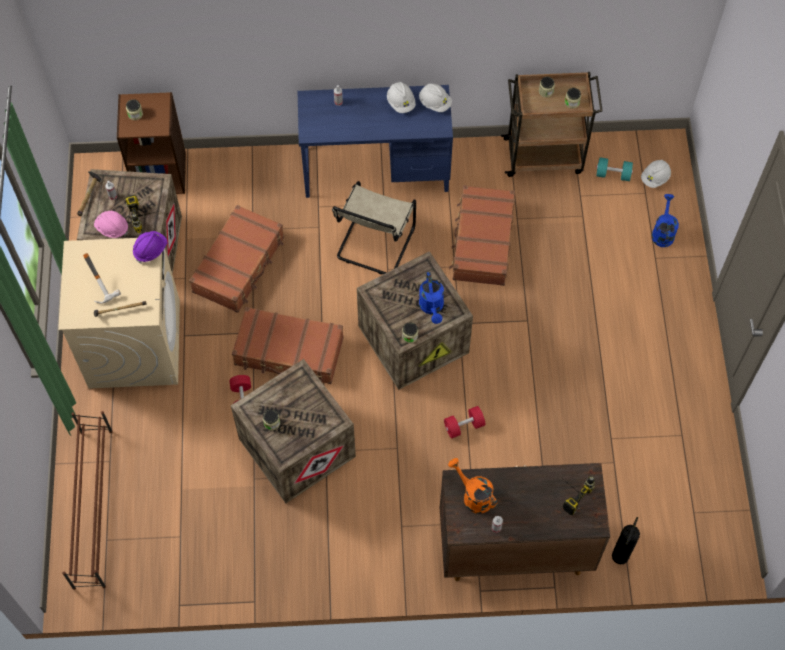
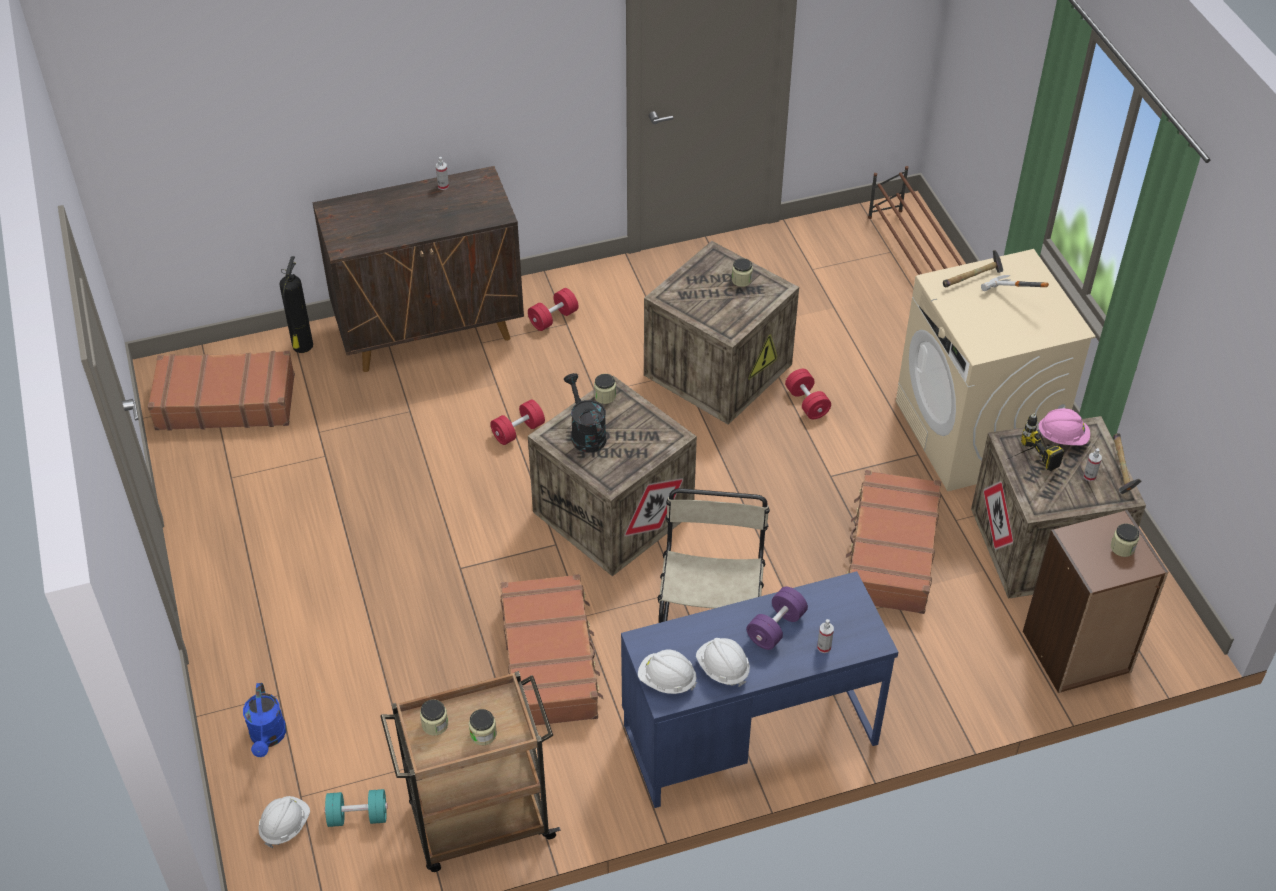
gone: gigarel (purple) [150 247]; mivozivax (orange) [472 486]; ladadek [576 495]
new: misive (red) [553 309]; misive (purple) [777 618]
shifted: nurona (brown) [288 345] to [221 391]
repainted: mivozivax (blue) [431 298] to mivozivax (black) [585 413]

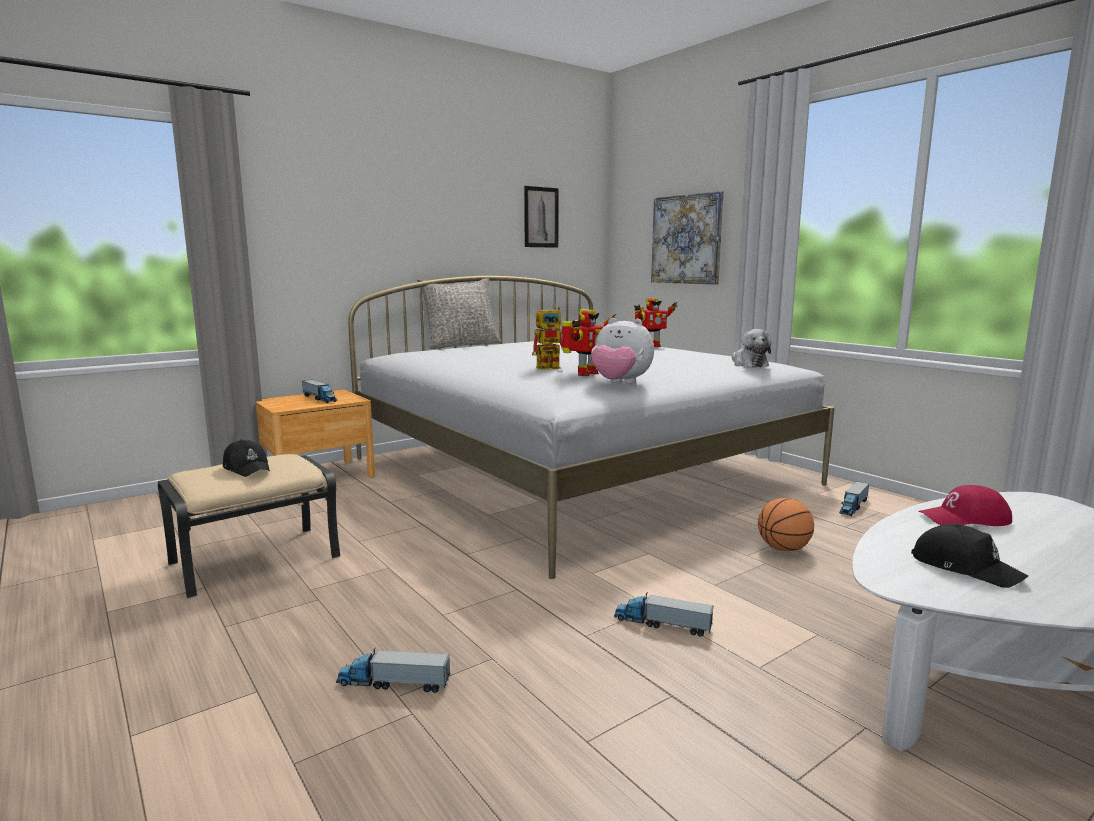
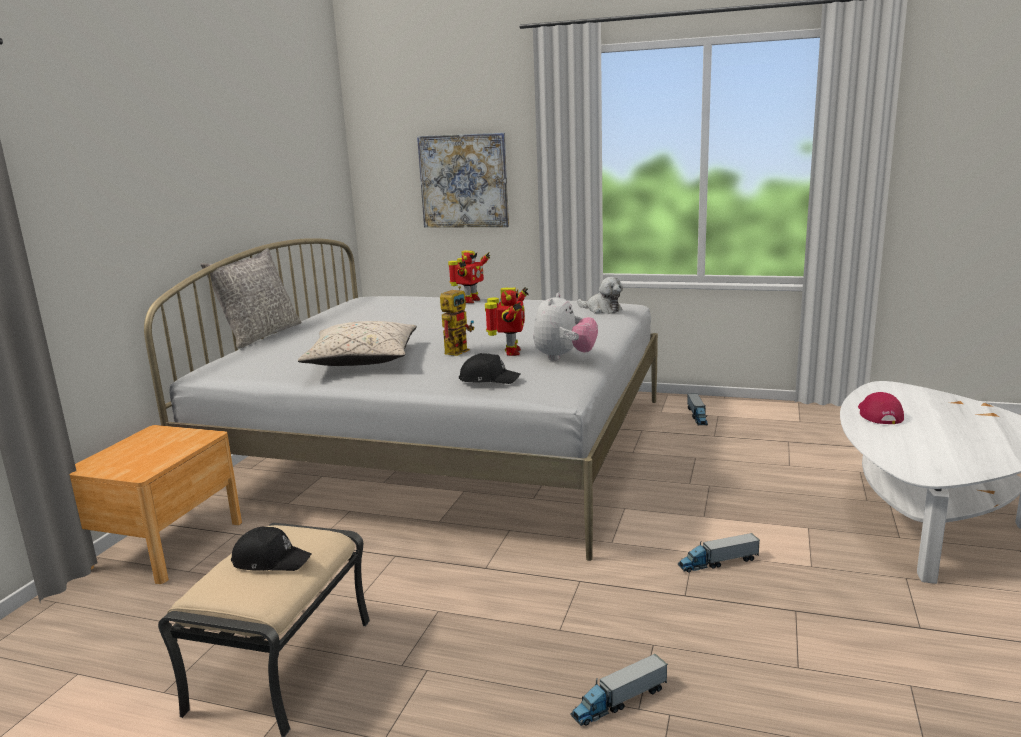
gone: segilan [541 217]; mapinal [319 391]; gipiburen [786 524]
new: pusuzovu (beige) [357 343]
shifted: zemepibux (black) [970 556] to [490 368]
rotated: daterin [622 351] = [565 327] 60 degrees counterclockwise; zemepibux (red) [965 505] = [881 408] 135 degrees clockwise

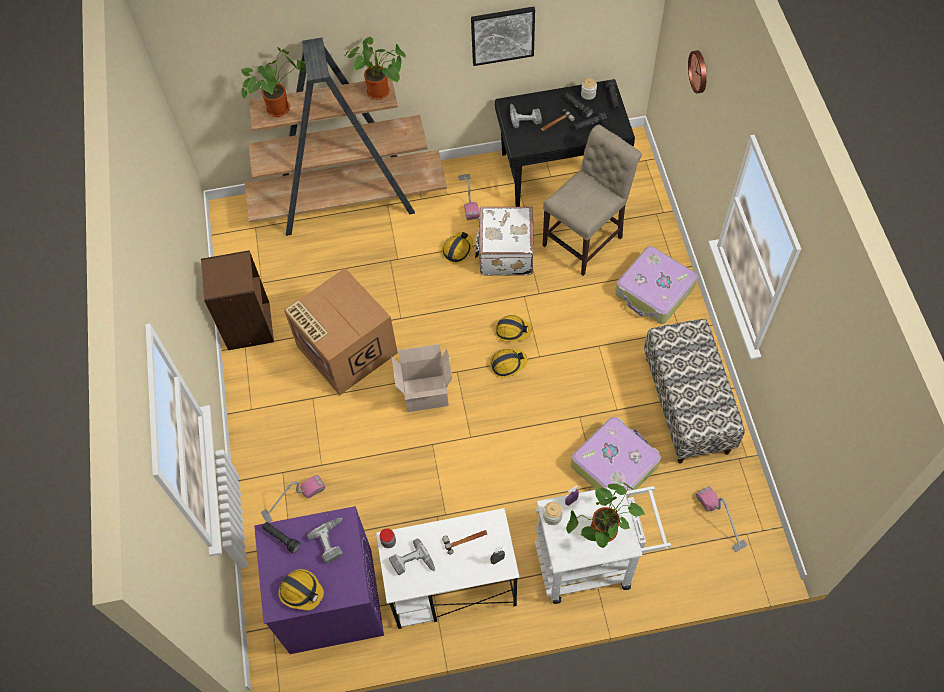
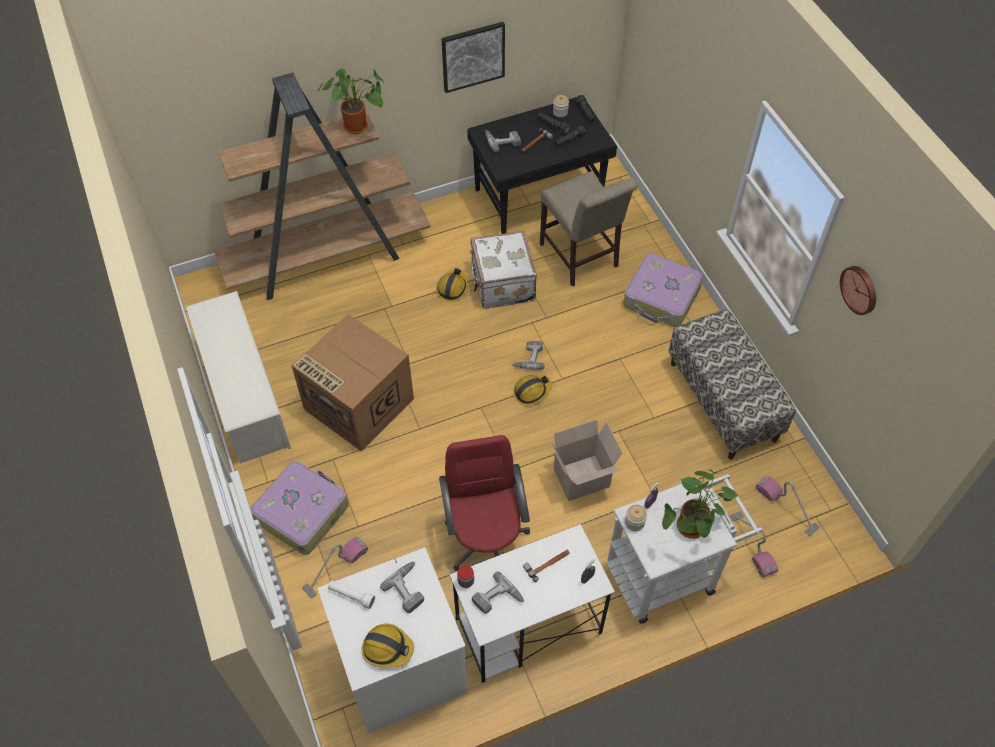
gone: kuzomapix [273 82]
new: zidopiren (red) [484 503]
shifted: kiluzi [697 72] to [858 290]; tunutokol [469 197] to [753 544]; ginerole [422 378] to [586 460]; nurona [616 457] to [300 508]
swapped: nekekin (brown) [237 300] to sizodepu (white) [238 377]; gigarel [513 328] to ladadek [528 355]
repainted: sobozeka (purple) [319 580] to sobozeka (white) [393 640]; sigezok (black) [281 537] to sigezok (white) [351 595]
rotated: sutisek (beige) [592 200] = [589 228] 120 degrees clockwise

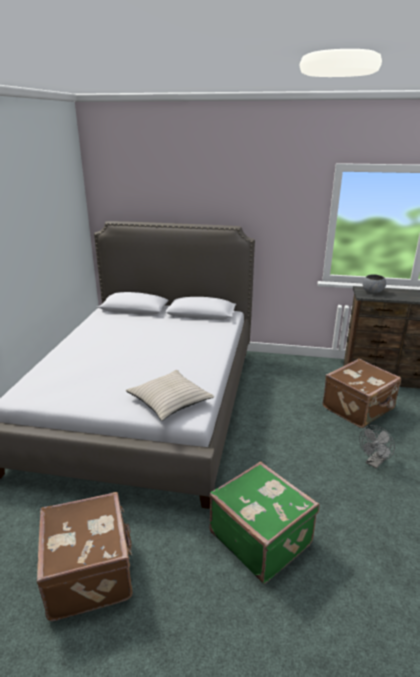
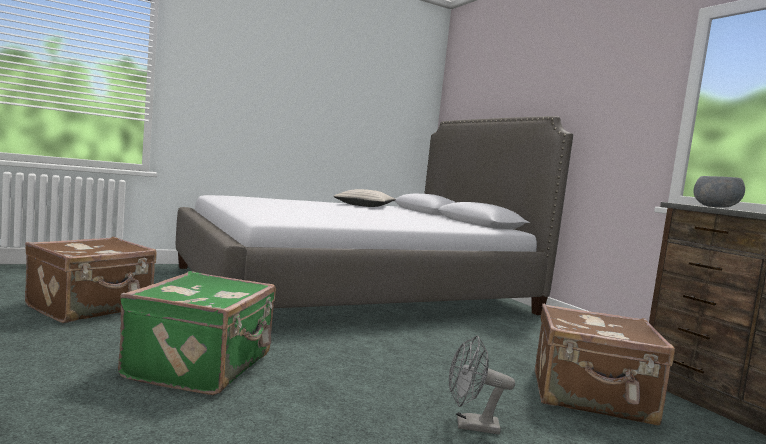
shifted: pusuzovu (beige) [170 395] to [364 198]

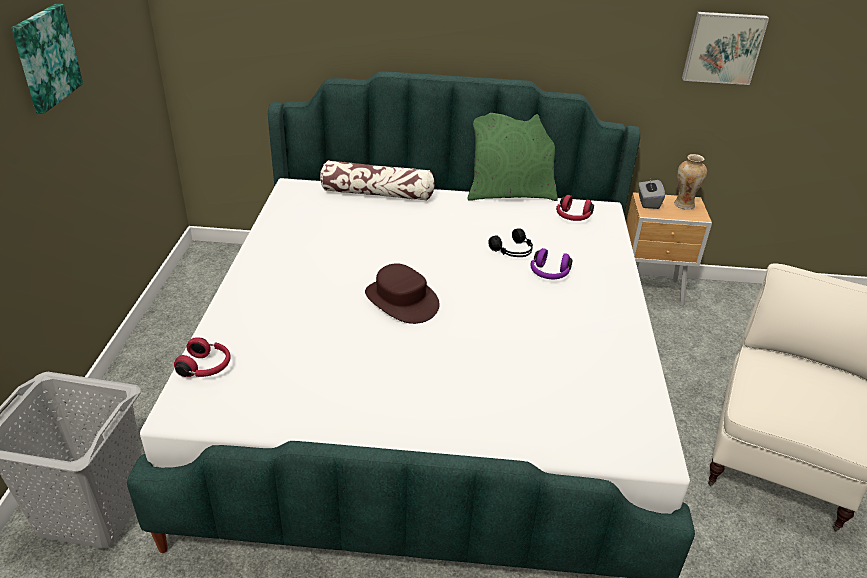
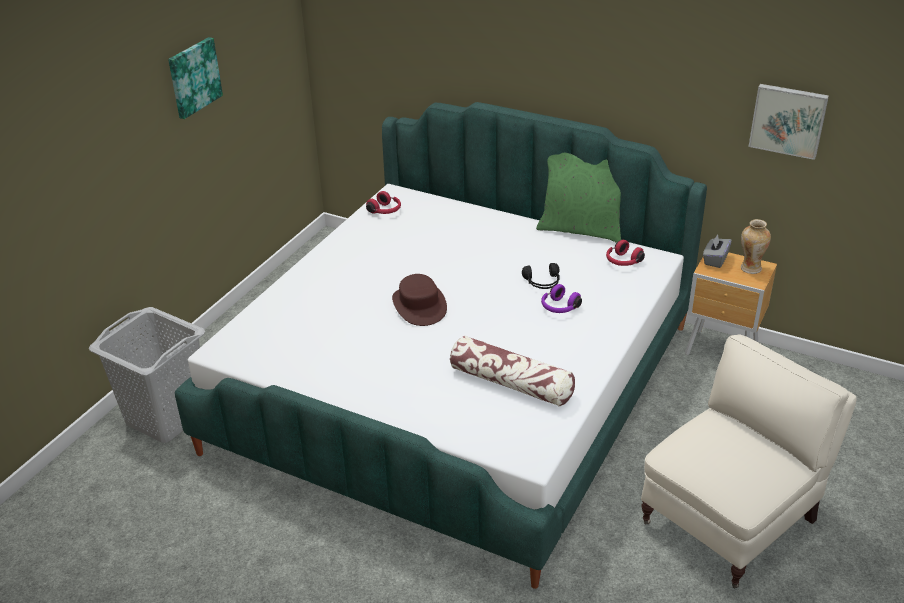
shifted: pusuzovu [377 180] to [512 371]; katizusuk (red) [202 357] to [383 202]

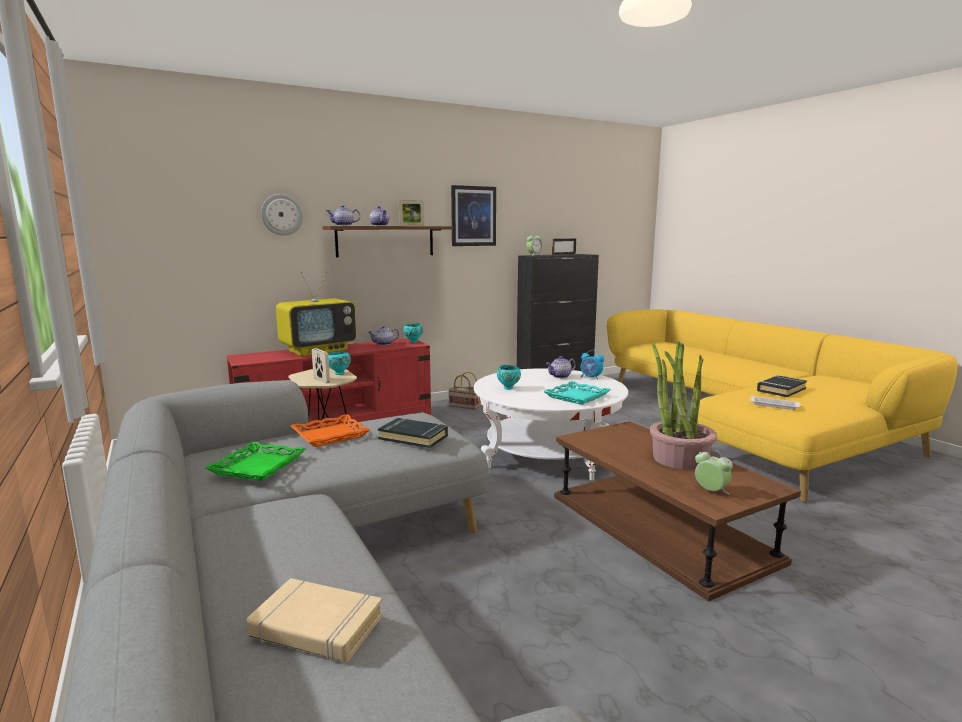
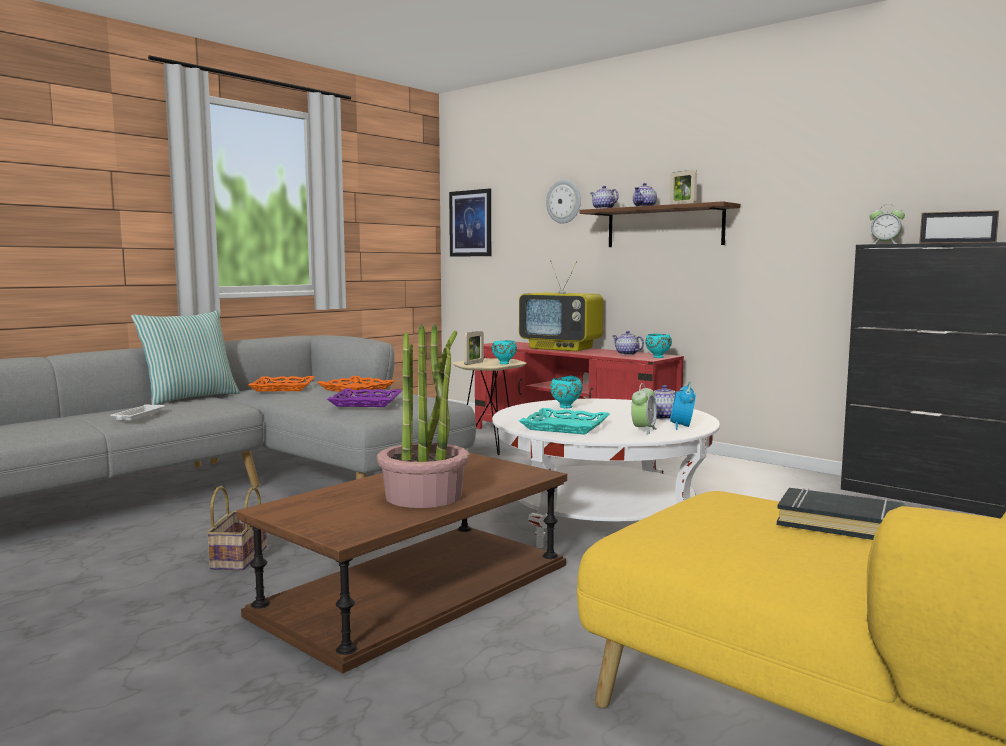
gone: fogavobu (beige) [315 620]
new: pusuzovu [185 357]
shifted: segilan [473 215] to [470 223]; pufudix [465 390] to [236 528]; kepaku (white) [776 403] to [137 412]; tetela [714 471] to [644 409]
swapped: fogavobu (black) [413 433] to kepaku (purple) [364 398]
repainted: kepaku (green) [255 461] to kepaku (orange) [281 384]

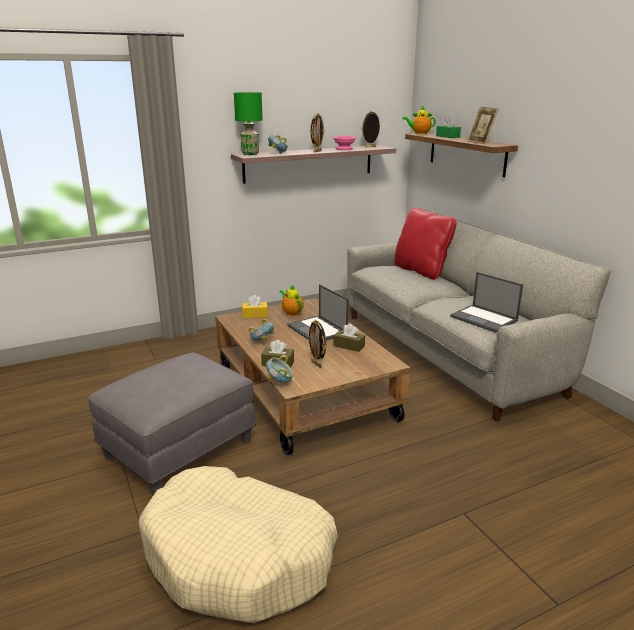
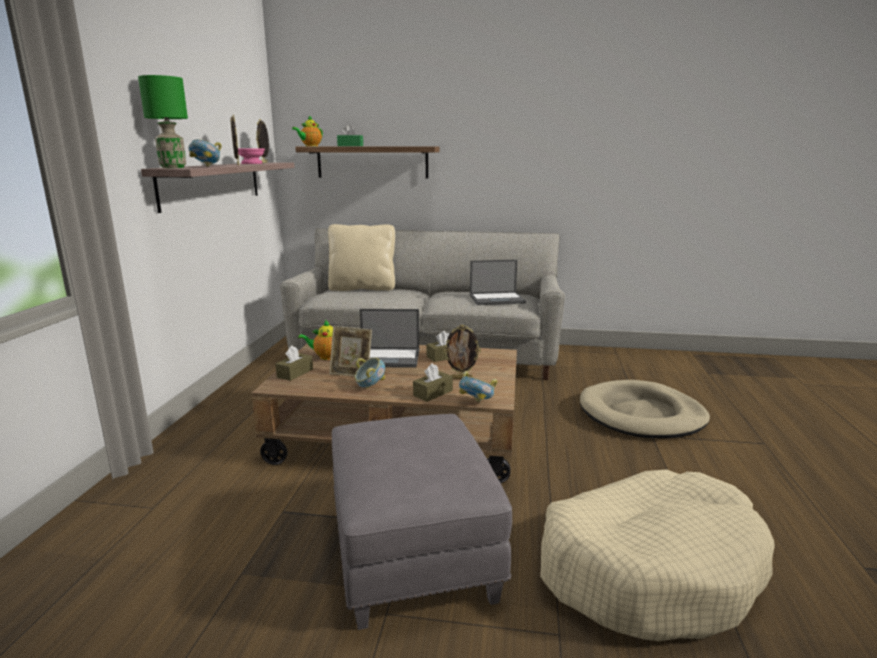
new: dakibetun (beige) [645 409]
shifted: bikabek [483 125] to [350 351]
repainted: pusuzovu (red) [425 244] to pusuzovu (beige) [361 257]; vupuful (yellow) [255 306] to vupuful (brown) [294 363]

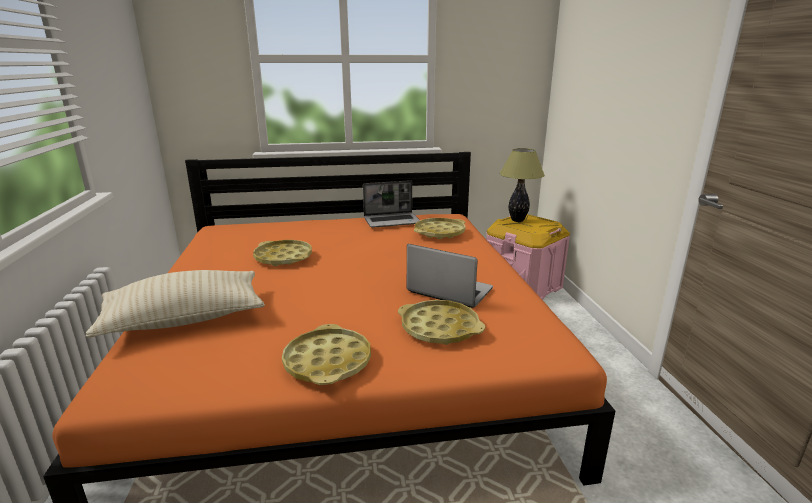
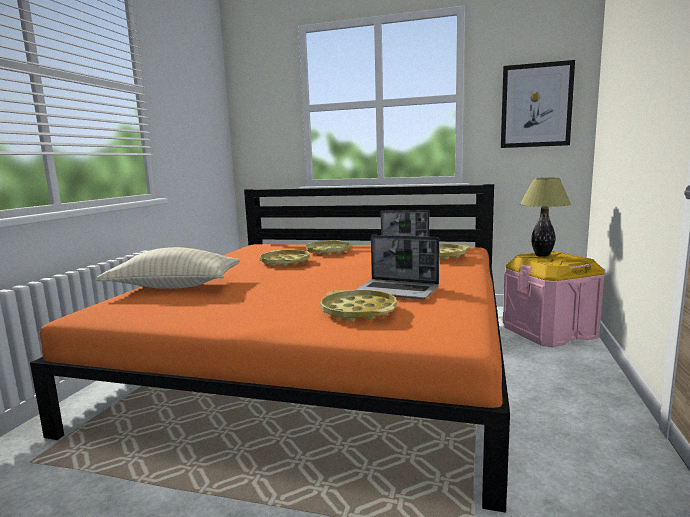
new: segilan [538 104]
shifted: kepaku (yellow) [326 354] to [328 247]
rotated: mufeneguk [450 276] = [397 267] 150 degrees clockwise

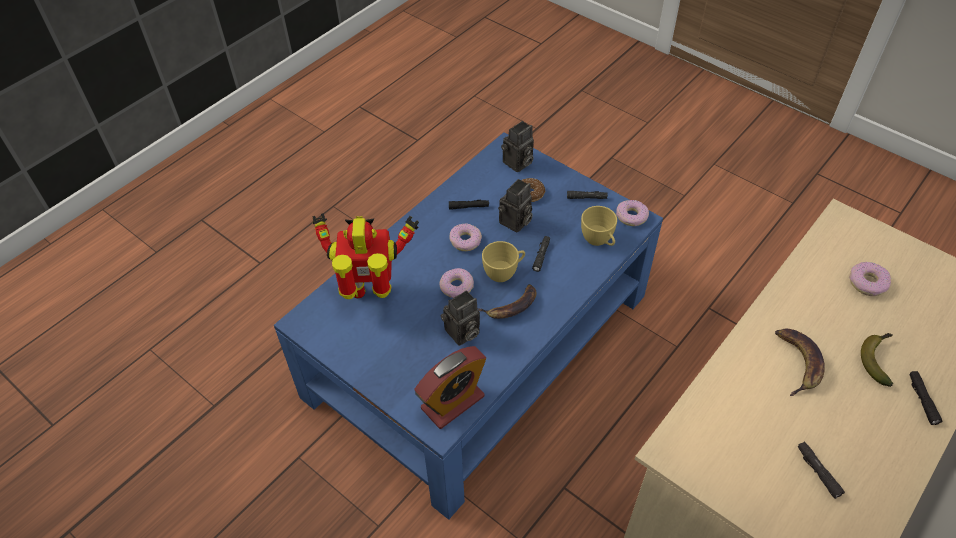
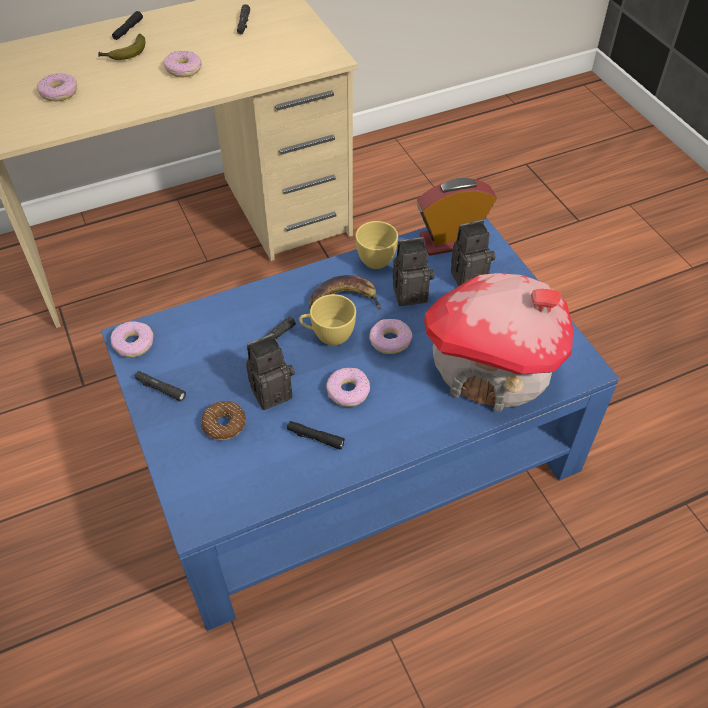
shifted: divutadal [517 146] to [473 253]; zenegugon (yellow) [599 226] to [377 245]
swapped: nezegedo [365 256] to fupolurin [498 342]; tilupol [800 362] to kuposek [183 64]

